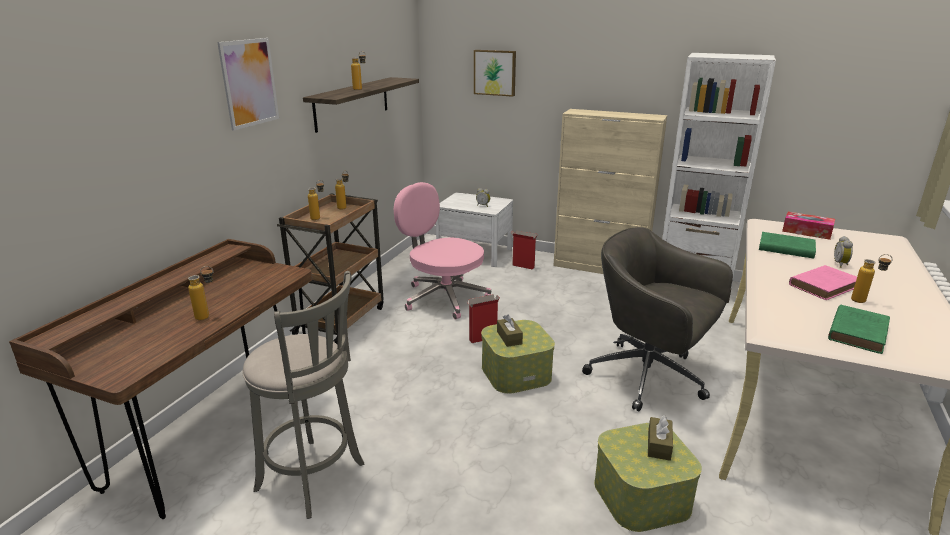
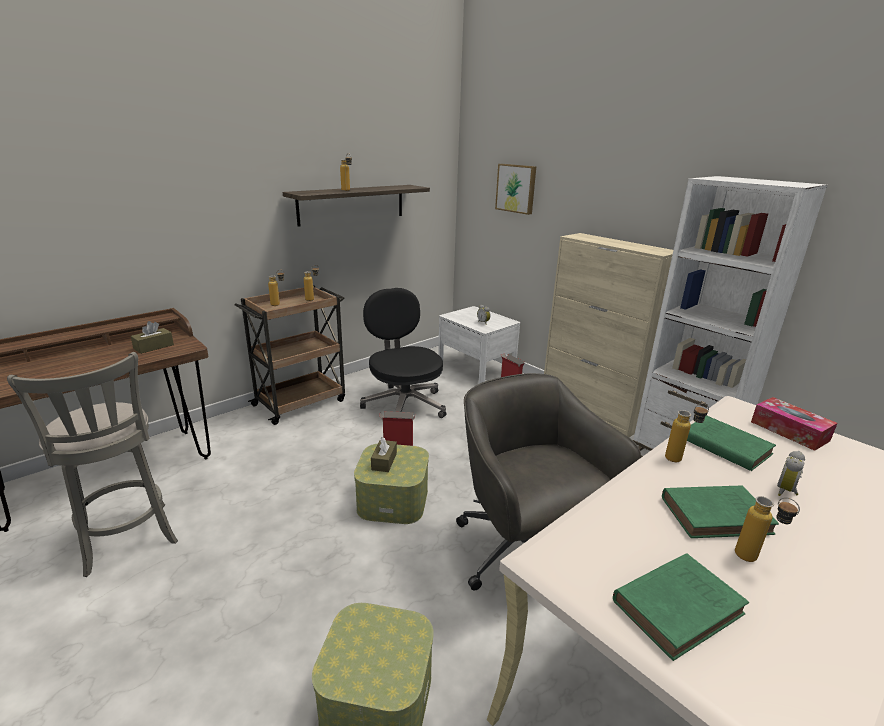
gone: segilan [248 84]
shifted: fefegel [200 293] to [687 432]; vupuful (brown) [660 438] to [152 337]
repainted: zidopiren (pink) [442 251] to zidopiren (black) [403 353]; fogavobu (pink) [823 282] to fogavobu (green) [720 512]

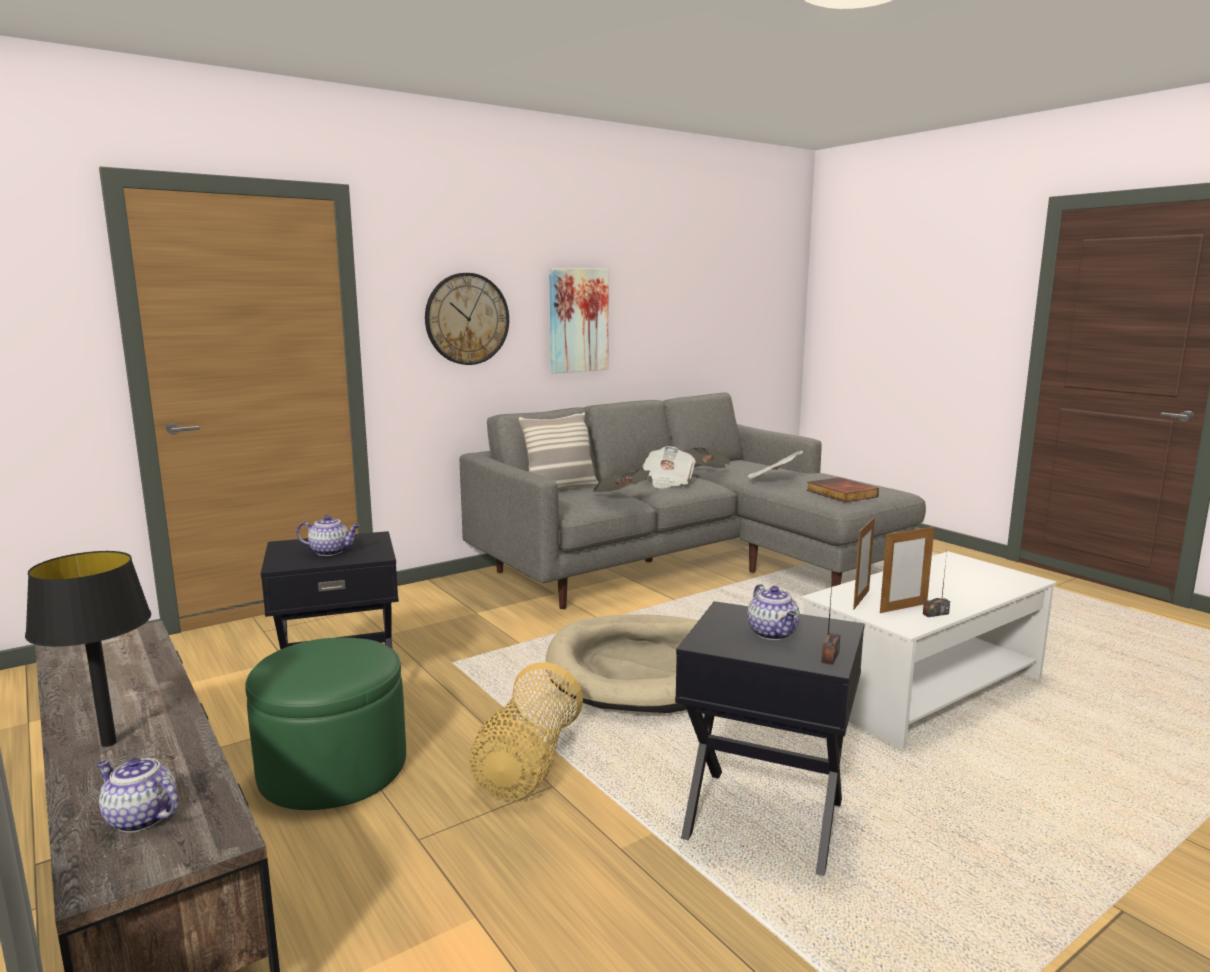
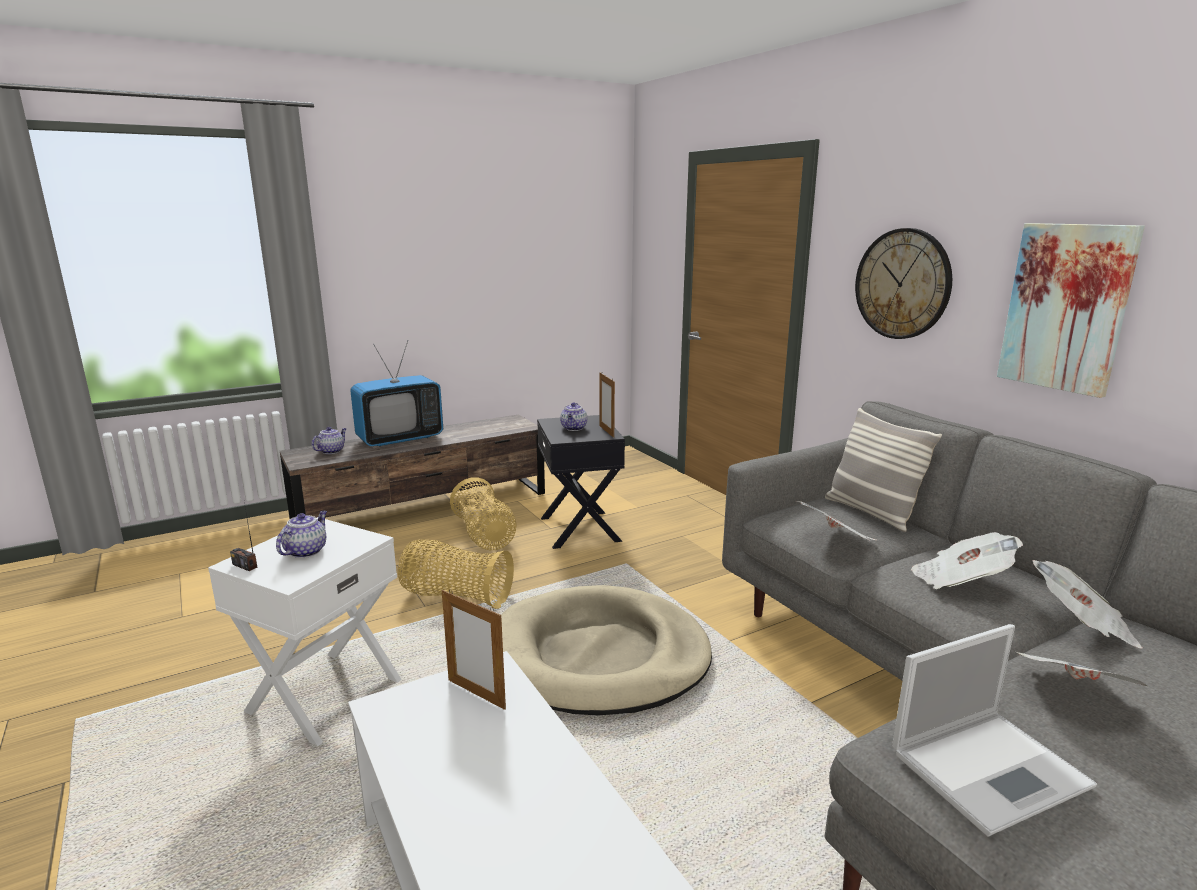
gone: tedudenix [936 585]
shifted: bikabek [907 569] to [607 405]
swapped: fogavobu [842 489] to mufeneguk [994 730]; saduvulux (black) [88 649] to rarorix [396 393]; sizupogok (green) [325 724] to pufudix [483 513]
repainted: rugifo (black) [770 738] to rugifo (white) [305 631]
rotated: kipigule [773 612] = [301 534] 120 degrees clockwise

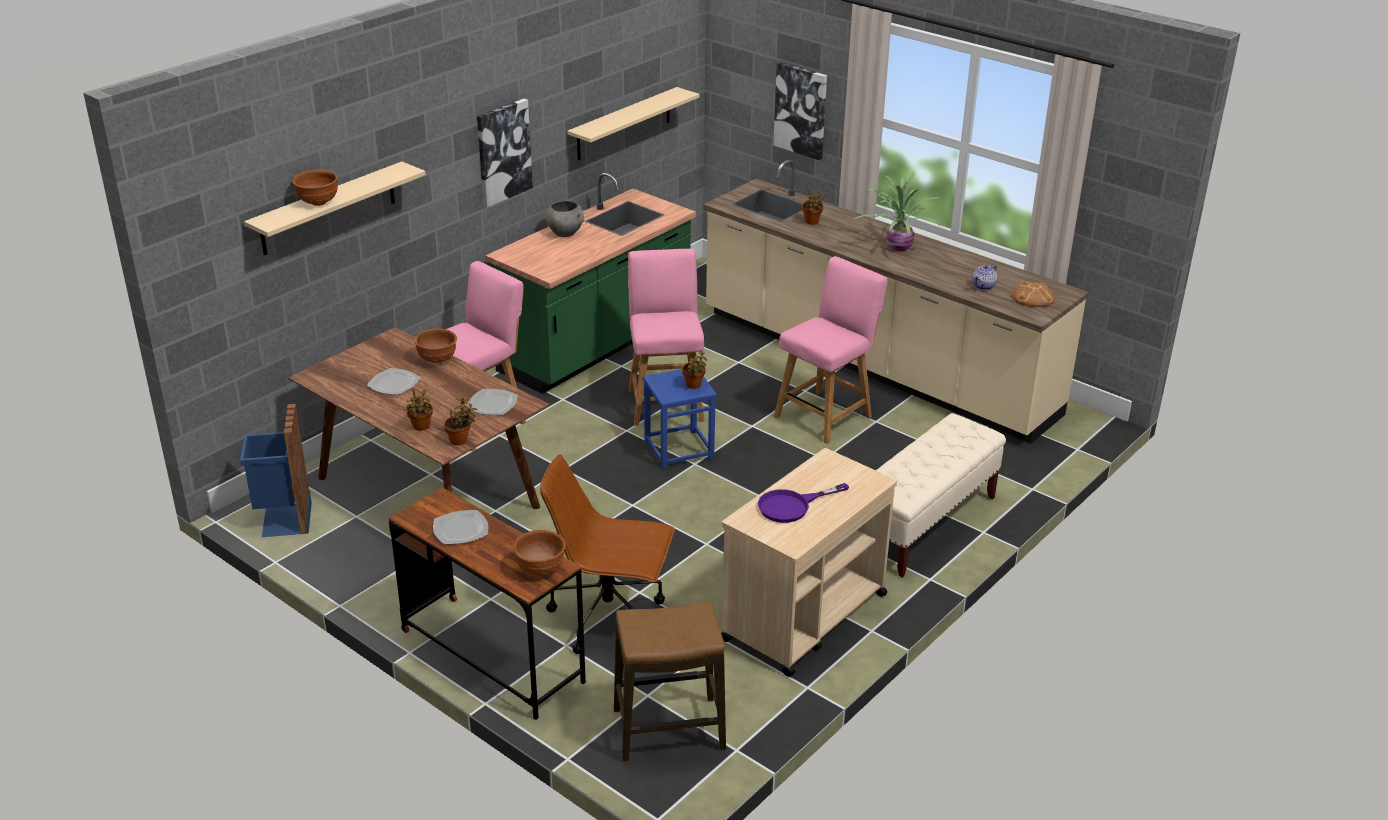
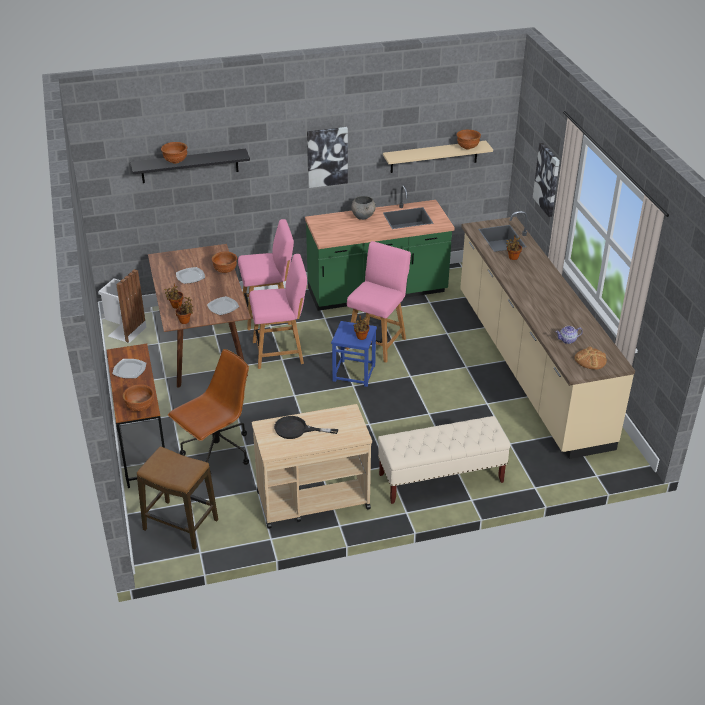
gone: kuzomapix [897 211]
new: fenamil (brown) [468 139]
shifted: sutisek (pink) [831 350] to [278 311]
repainted: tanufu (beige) [335 208] to tanufu (black) [190 166]; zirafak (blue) [276 470] to zirafak (white) [122 306]; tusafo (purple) [803 503] to tusafo (black) [306 427]
rotated: zidopiren (brown) [607 554] = [208 410] 90 degrees clockwise

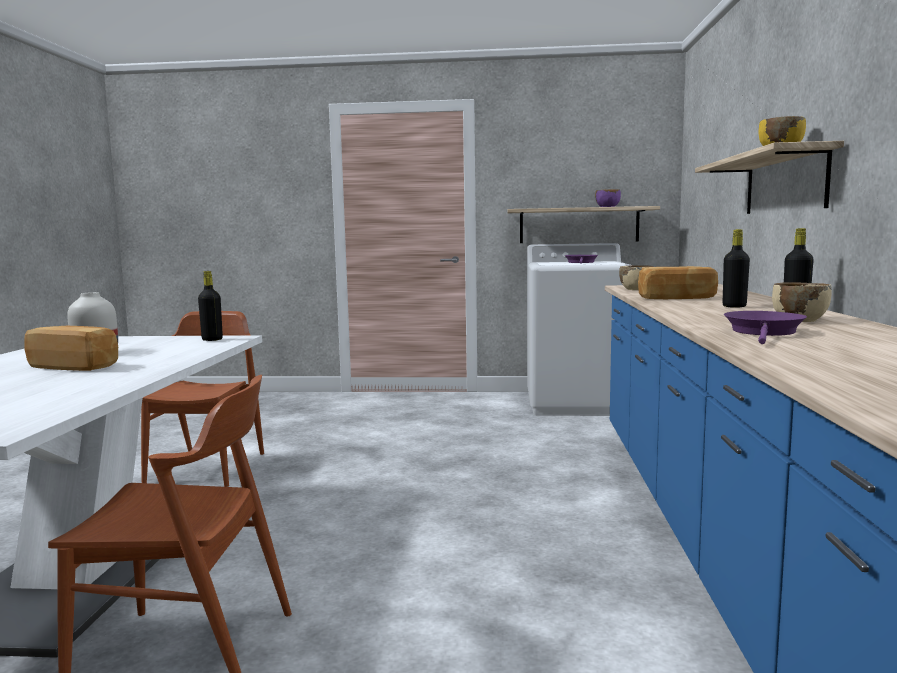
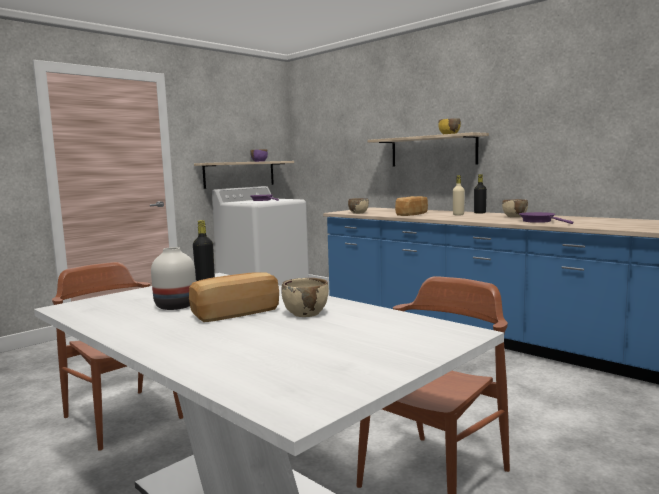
new: fenamil (beige) [305 297]
repainted: fefegel (black) [736 268] to fefegel (beige) [459 195]

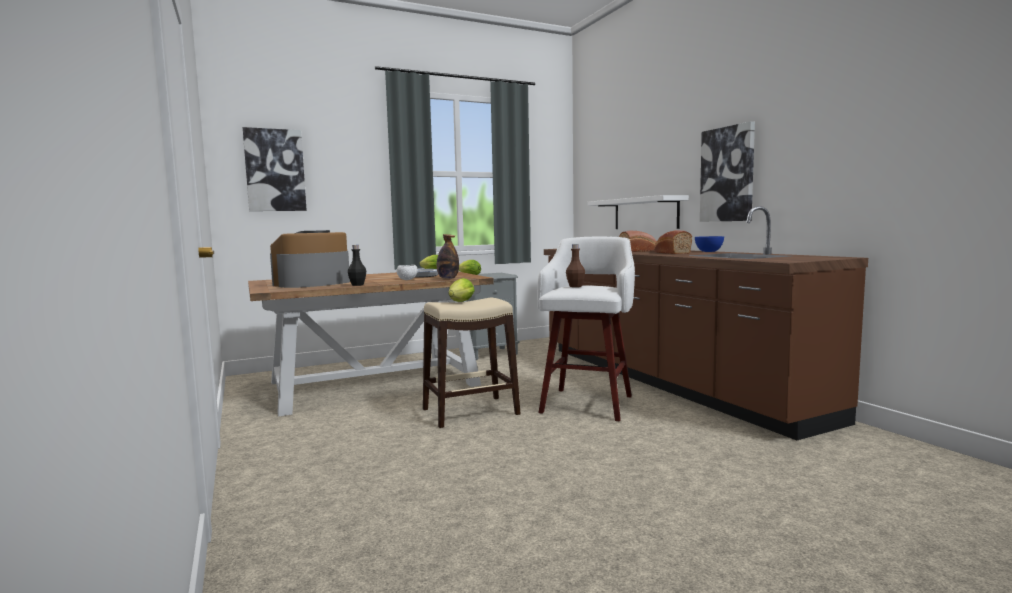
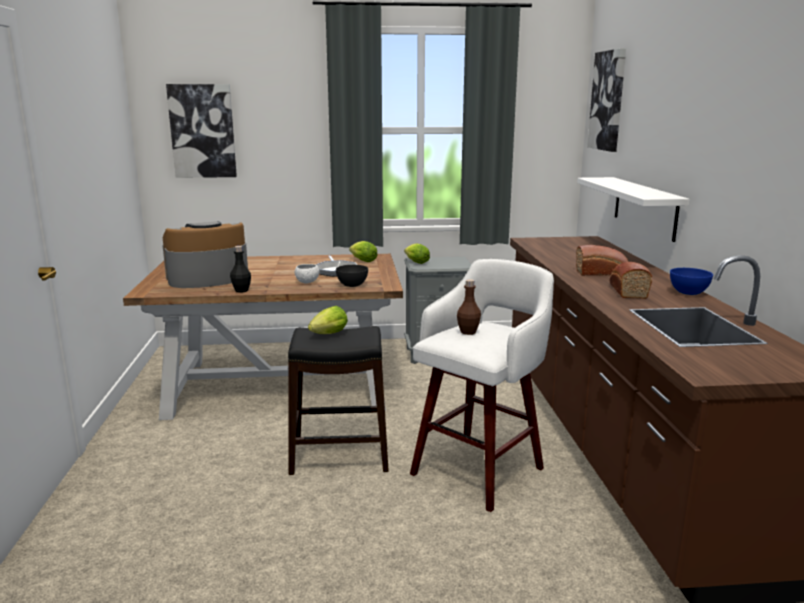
shifted: segilan [727 171] to [606 100]
swapped: fefegel [448 256] to fenamil (grey) [352 276]
repainted: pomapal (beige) [472 363] to pomapal (black) [338 400]

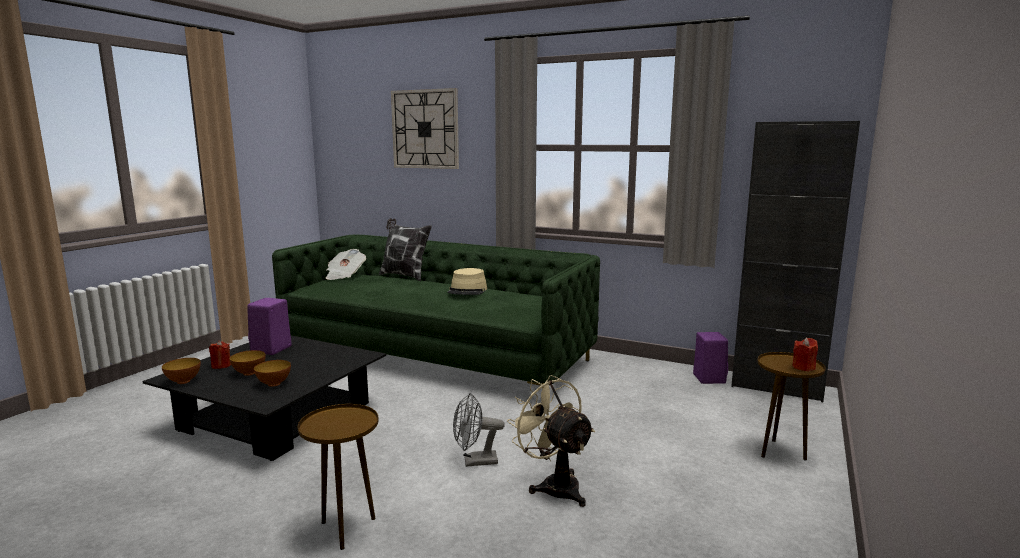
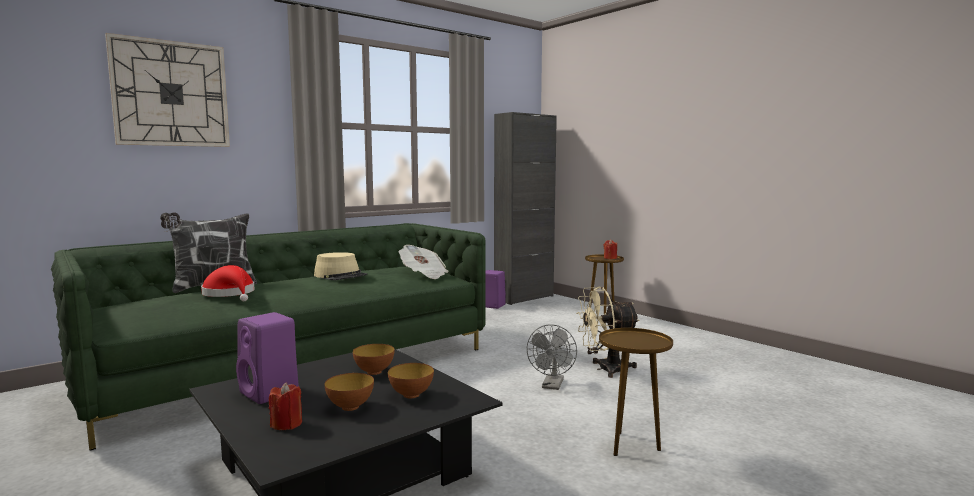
new: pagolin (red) [228 283]
shifted: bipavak [346 264] to [423 262]; fenamil [181 371] to [374 359]

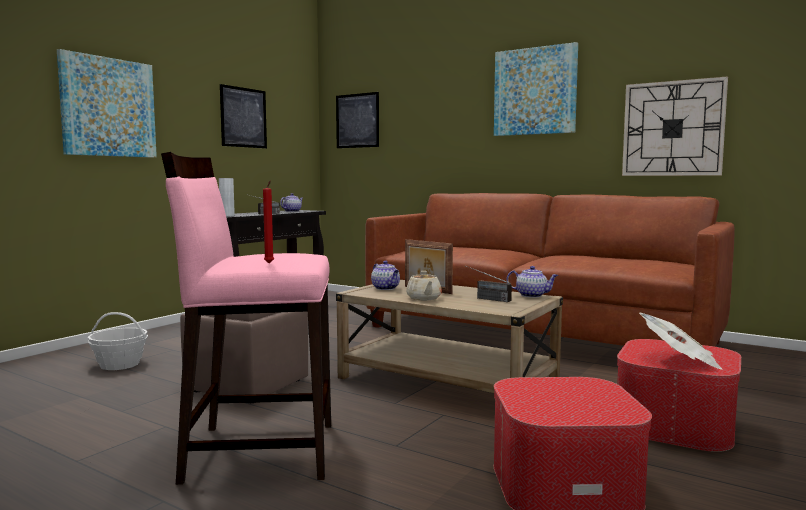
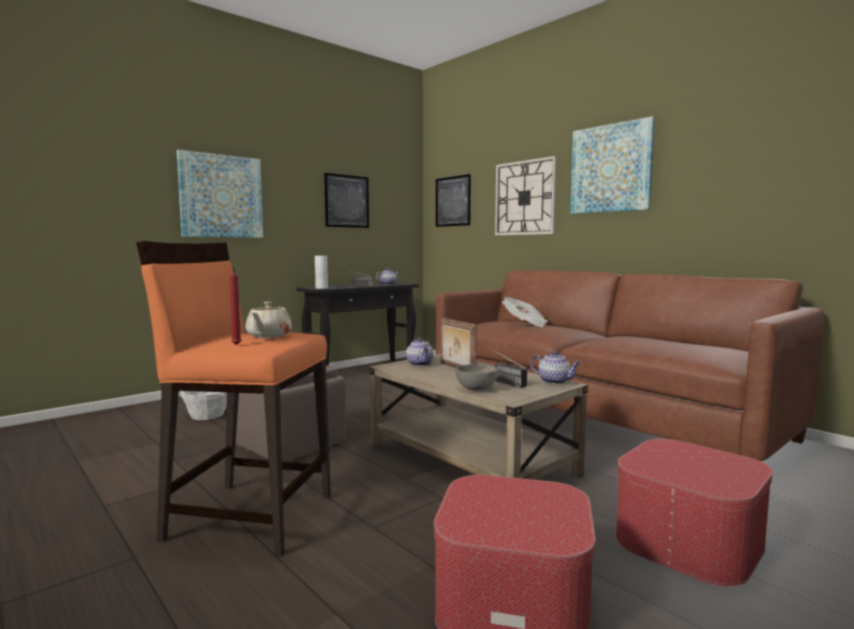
new: fenamil (grey) [476 377]
shifted: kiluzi [675 126] to [526 195]; kipigule (beige) [424 285] to [268 319]; bipavak [681 341] to [525 312]
repainted: pomapal (pink) [246 318] to pomapal (orange) [233 398]

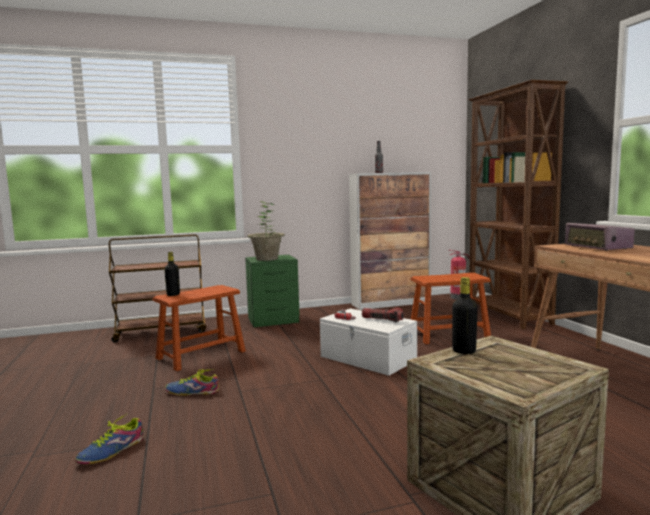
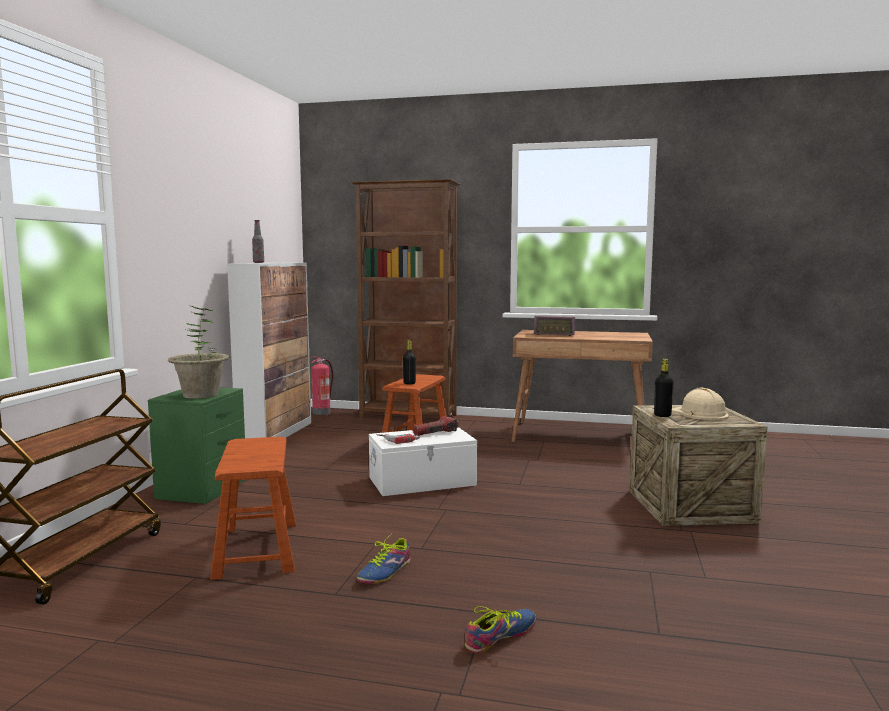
new: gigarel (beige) [700 403]
shifted: fefegel (black) [172 274] to [409 362]
rotated: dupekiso [109 439] = [500 629] 105 degrees counterclockwise

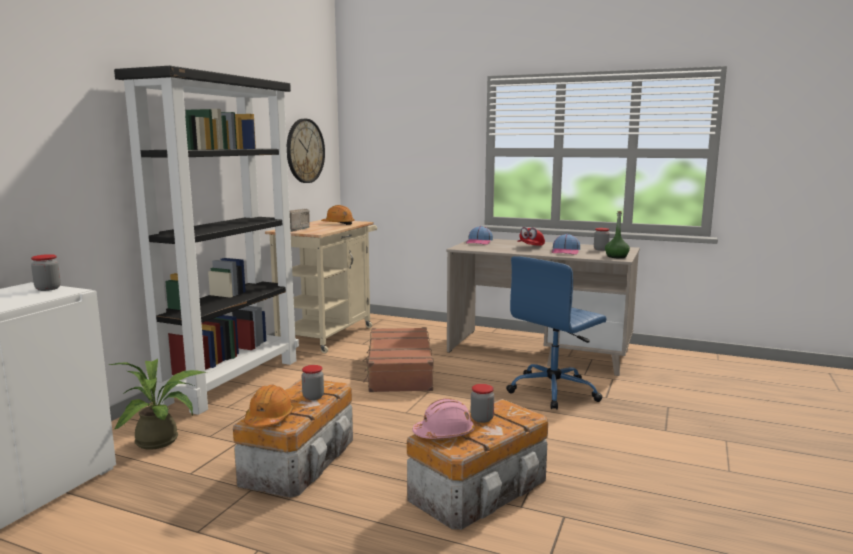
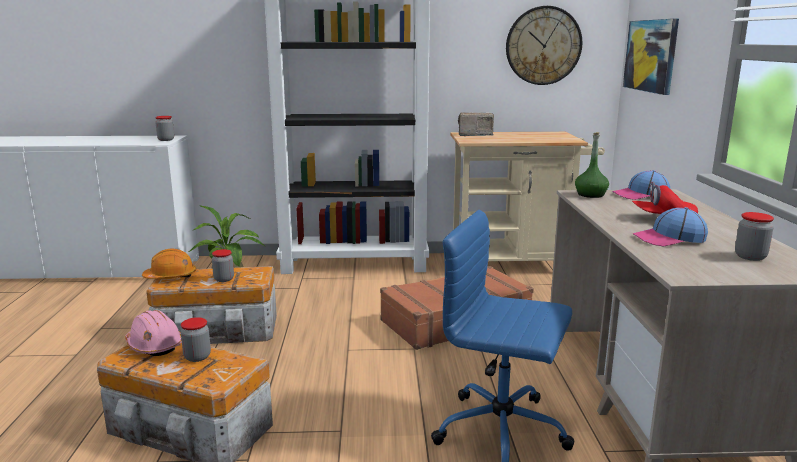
gone: gigarel (orange) [338 215]
new: segilan [651 57]
shifted: fefegel (green) [617 234] to [592 165]

